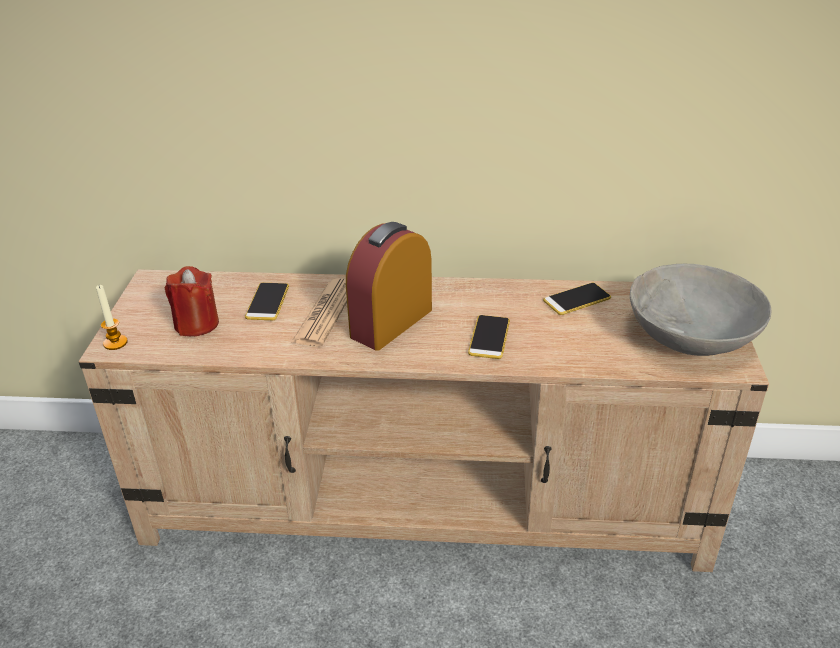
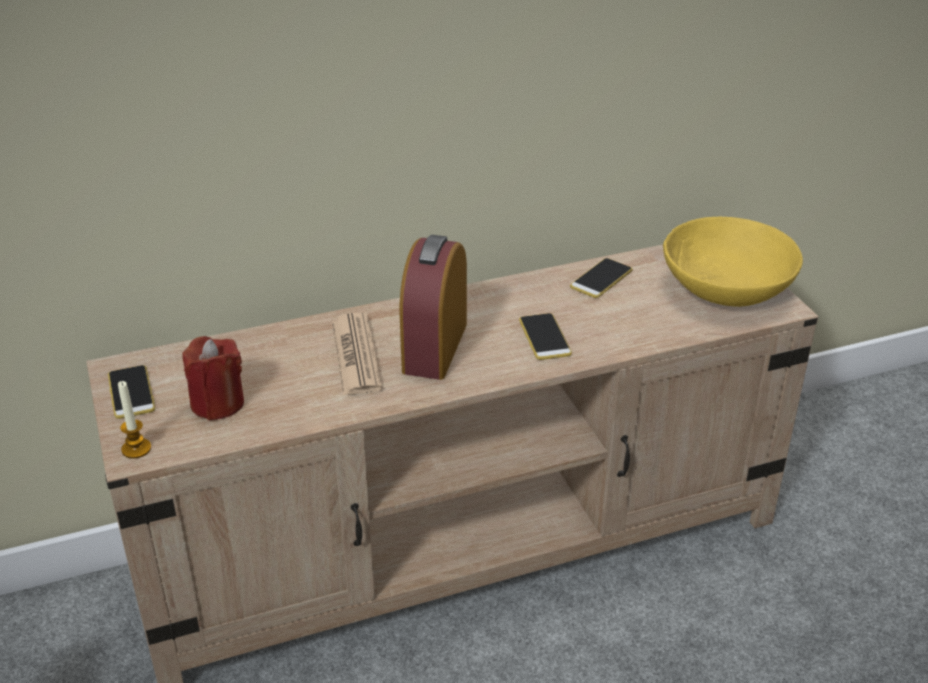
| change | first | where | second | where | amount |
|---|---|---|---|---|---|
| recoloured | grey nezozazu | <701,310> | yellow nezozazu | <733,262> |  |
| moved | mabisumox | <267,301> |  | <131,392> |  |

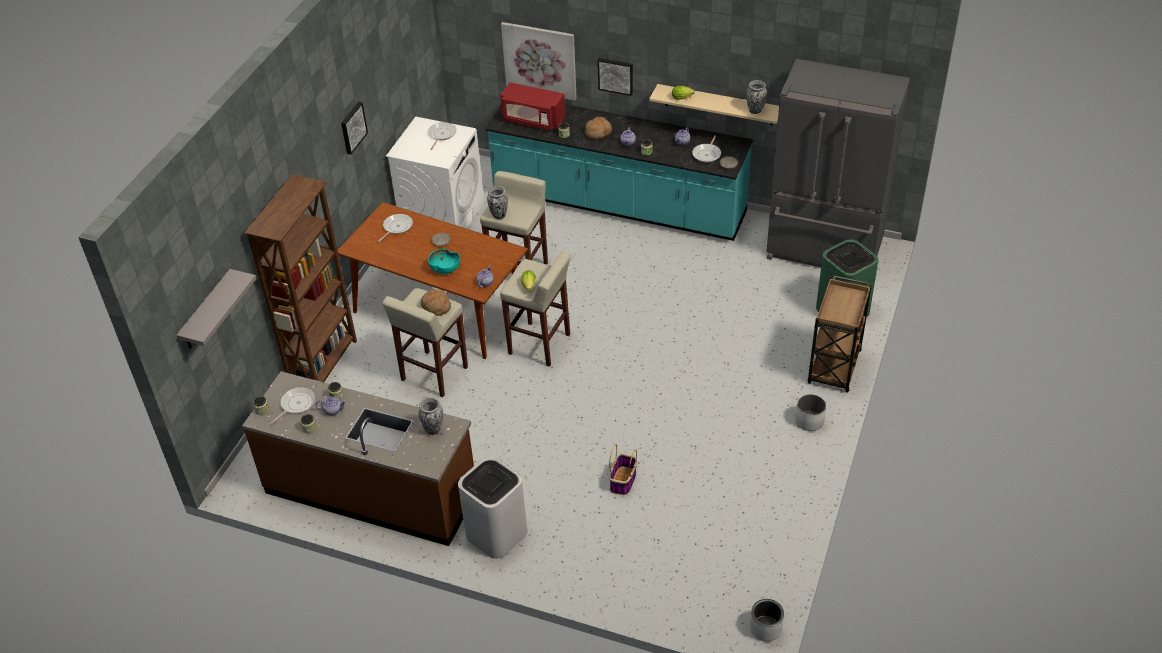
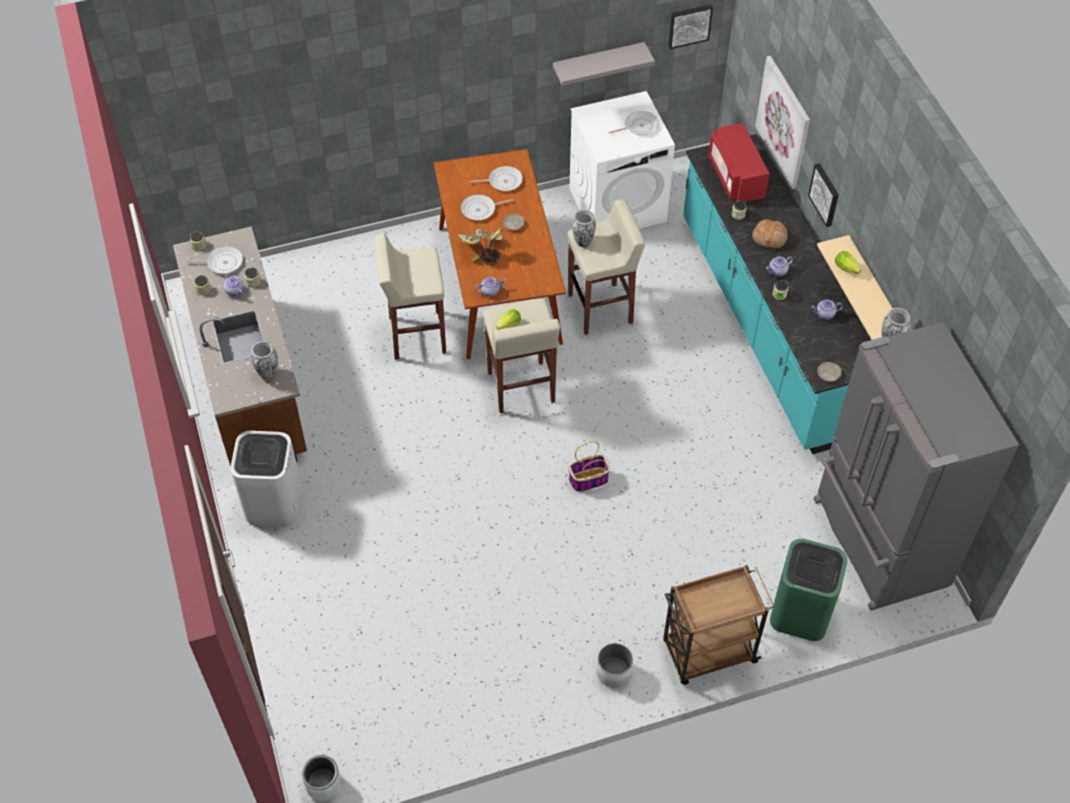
| change | first | where | second | where | amount |
|---|---|---|---|---|---|
| moved | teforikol | <354,128> |  | <690,26> |  |
| moved | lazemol | <706,149> |  | <487,208> |  |
| removed | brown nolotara | <300,278> |  |  |  |
| replaced | turquoise nezozazu | <444,261> | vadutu | <480,246> |  |
| moved | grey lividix | <216,309> |  | <604,64> |  |
| removed | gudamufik | <435,302> |  |  |  |
| moved | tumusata | <623,469> |  | <589,466> |  |

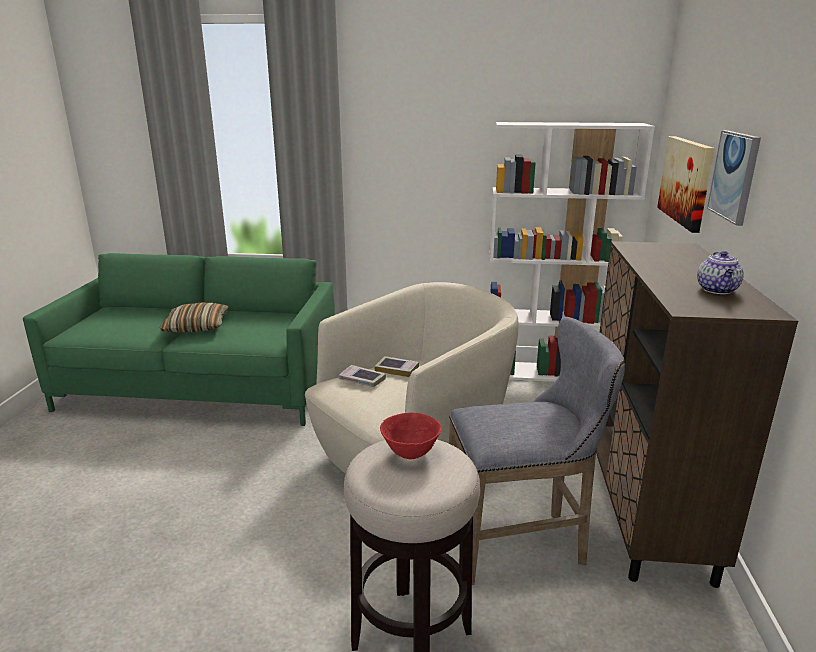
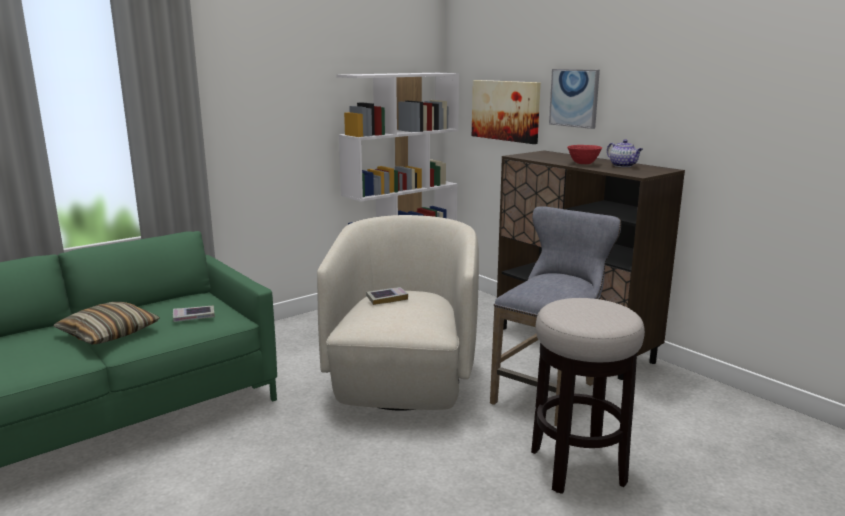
| change | first | where | second | where | amount |
|---|---|---|---|---|---|
| moved | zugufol | <362,376> |  | <194,314> |  |
| moved | red nezozazu | <411,435> |  | <584,154> |  |

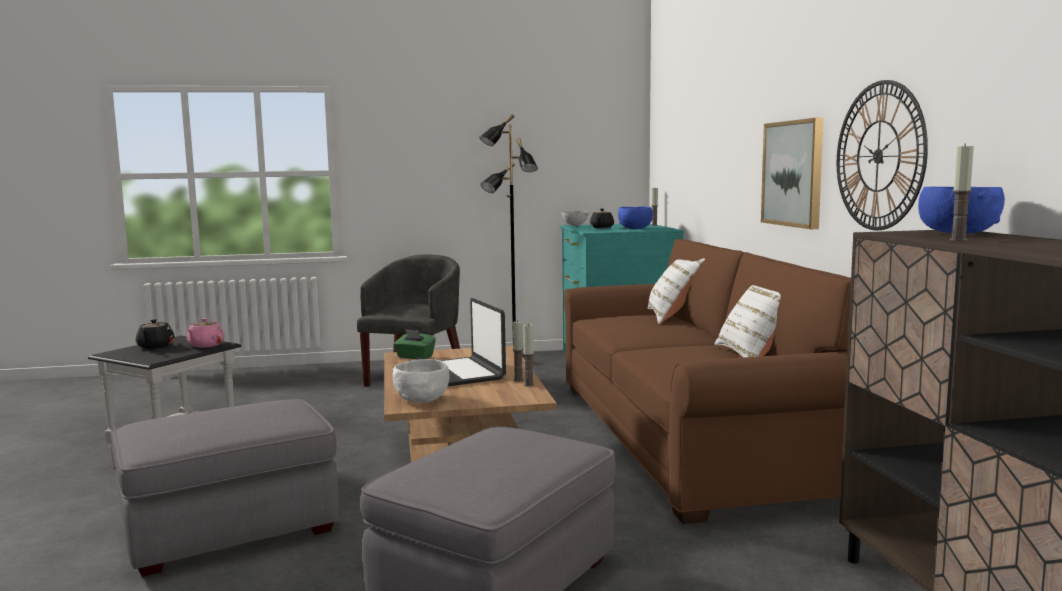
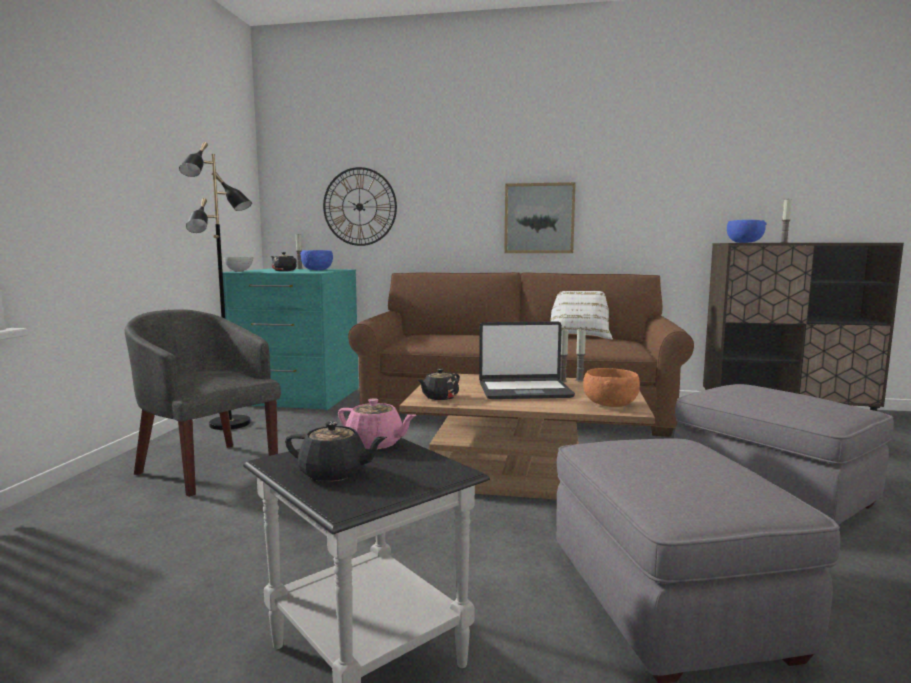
| change | first | where | second | where | amount |
|---|---|---|---|---|---|
| moved | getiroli | <882,155> |  | <360,206> |  |
| removed | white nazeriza | <676,291> |  |  |  |
| replaced | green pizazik | <415,344> | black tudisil | <439,384> |  |
| recoloured | white nezozazu | <421,381> | orange nezozazu | <611,387> |  |

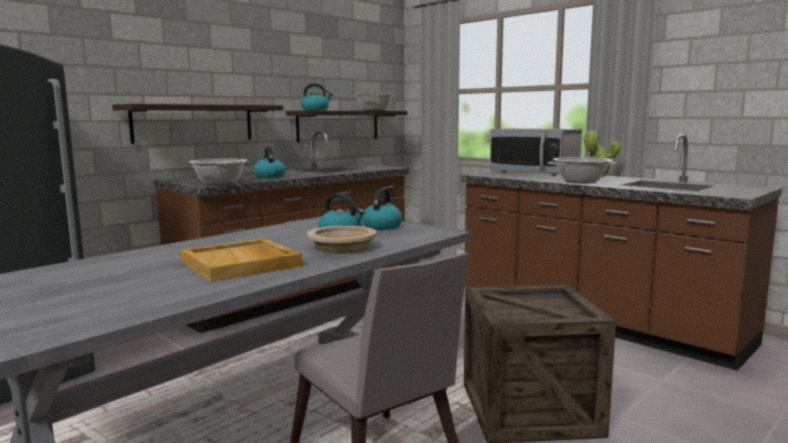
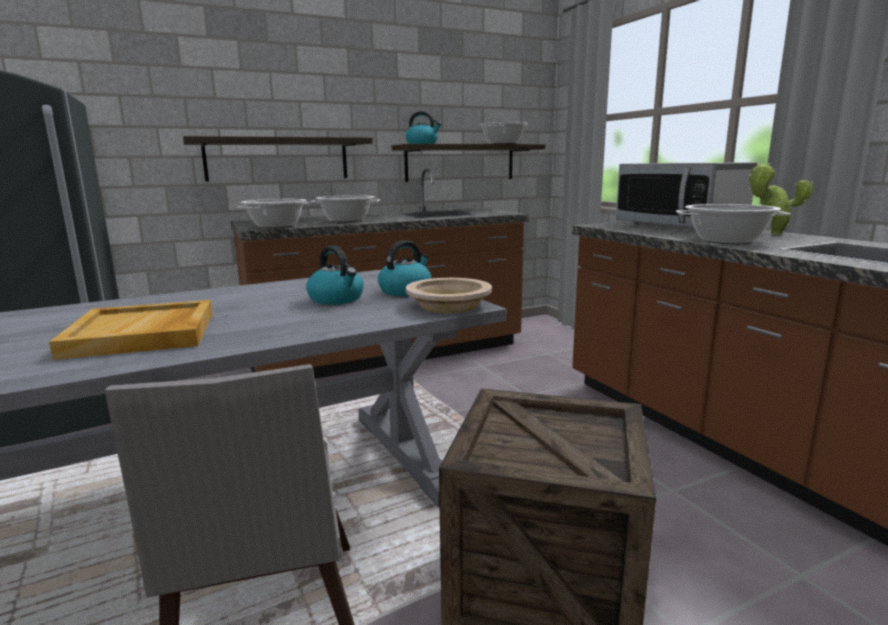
| change | first | where | second | where | amount |
|---|---|---|---|---|---|
| replaced | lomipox | <269,162> | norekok | <345,208> |  |
| moved | beige nezozazu | <342,239> |  | <449,295> |  |

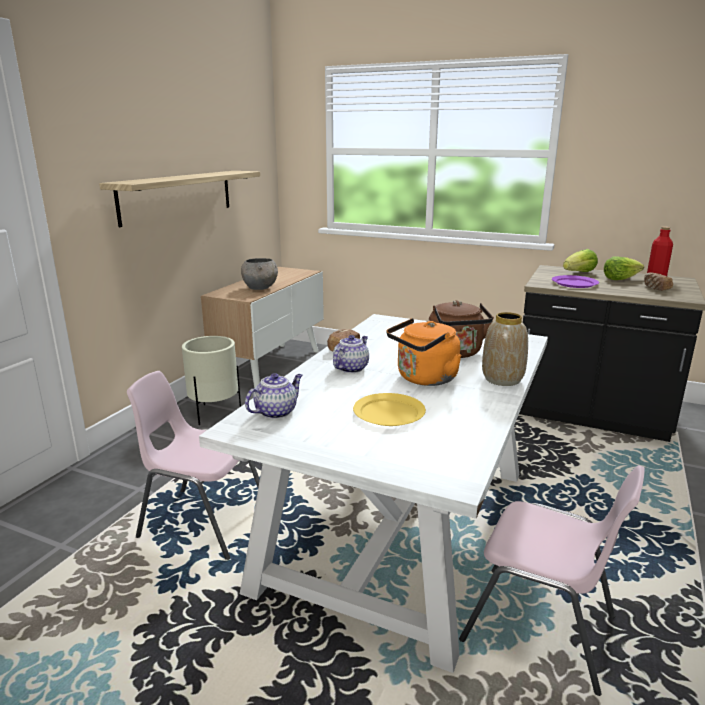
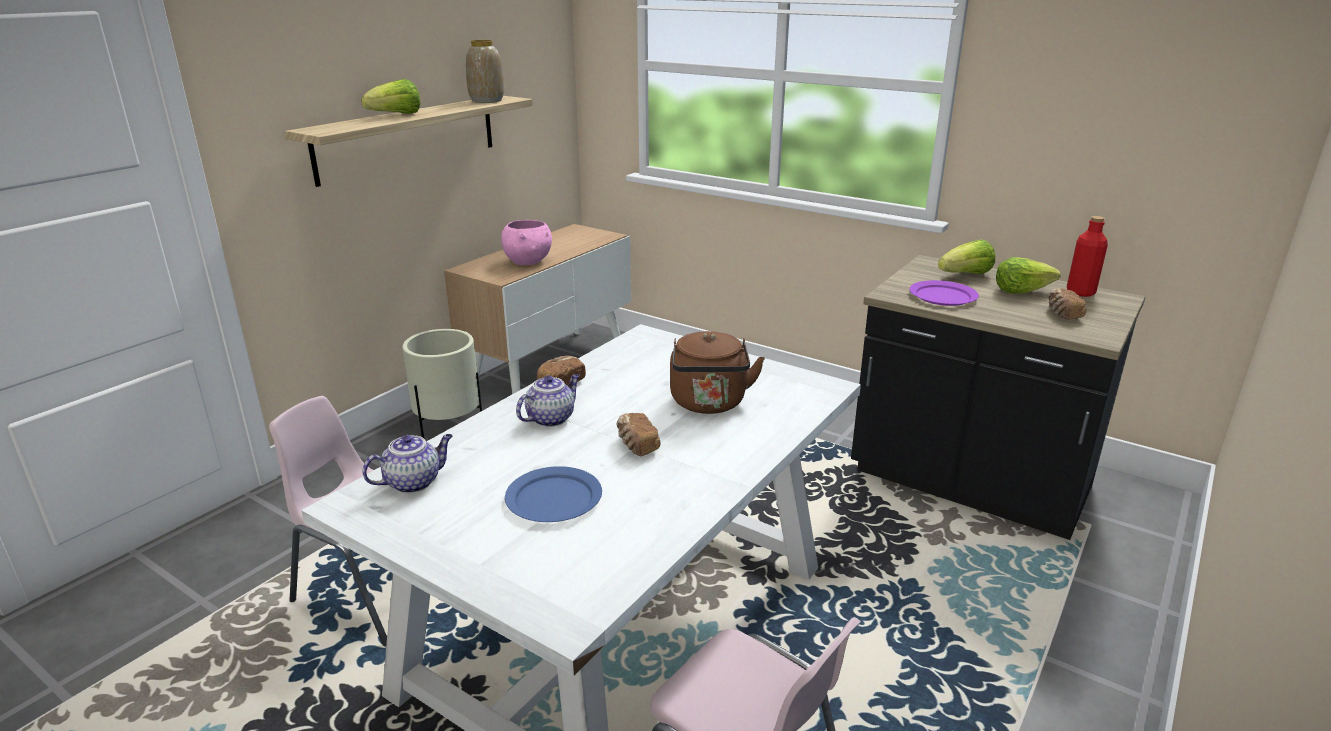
| change | first | where | second | where | amount |
|---|---|---|---|---|---|
| recoloured | grey nezozazu | <259,274> | pink nezozazu | <526,242> |  |
| moved | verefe | <505,349> |  | <485,71> |  |
| replaced | orange lomipox | <424,352> | gudamufik | <639,434> |  |
| recoloured | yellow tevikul | <389,409> | blue tevikul | <553,494> |  |
| added |  |  | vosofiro | <390,96> |  |

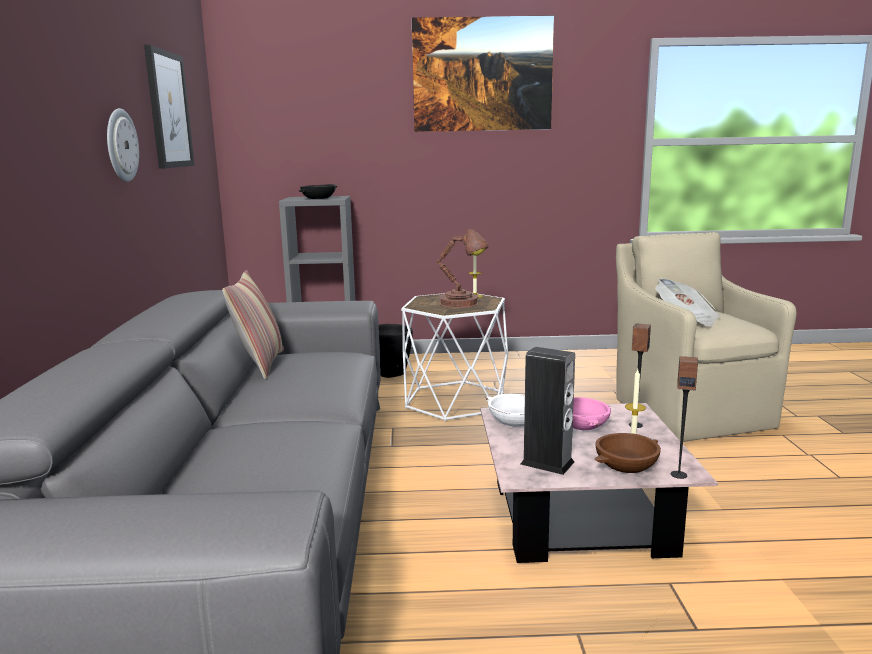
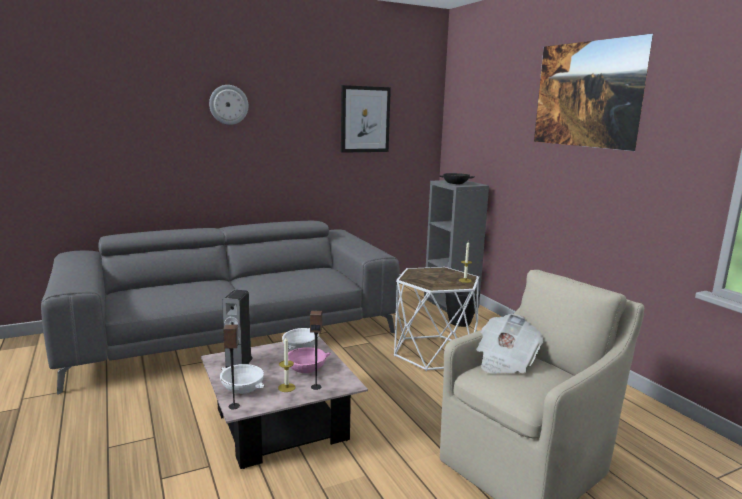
| change | first | where | second | where | amount |
|---|---|---|---|---|---|
| moved | getiroli | <123,145> |  | <228,105> |  |
| removed | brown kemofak | <462,268> |  |  |  |
| removed | nazeriza | <253,325> |  |  |  |
| recoloured | brown nezozazu | <627,453> | white nezozazu | <242,379> |  |

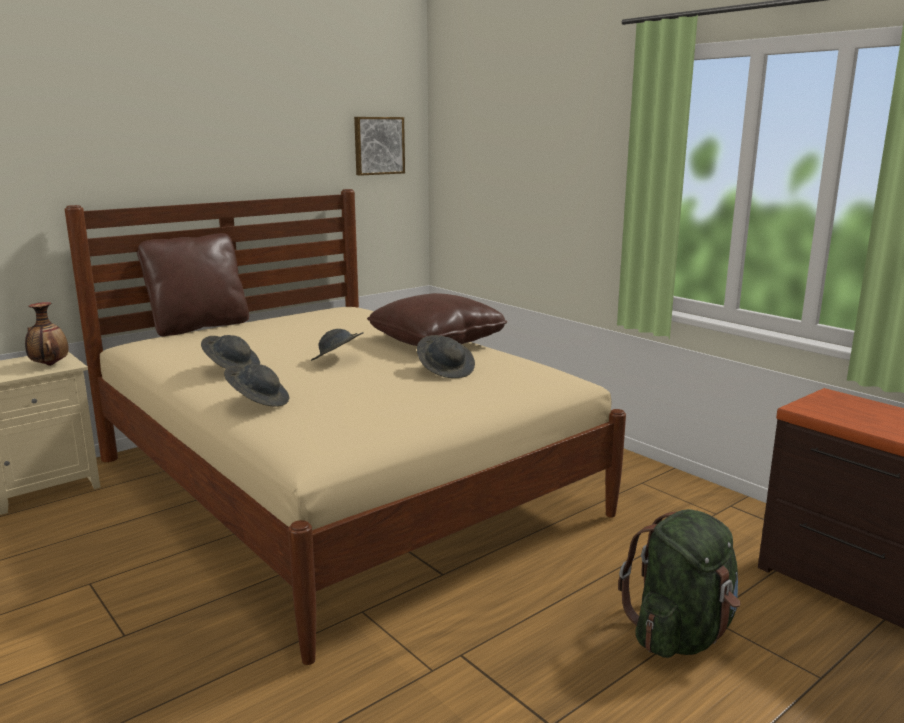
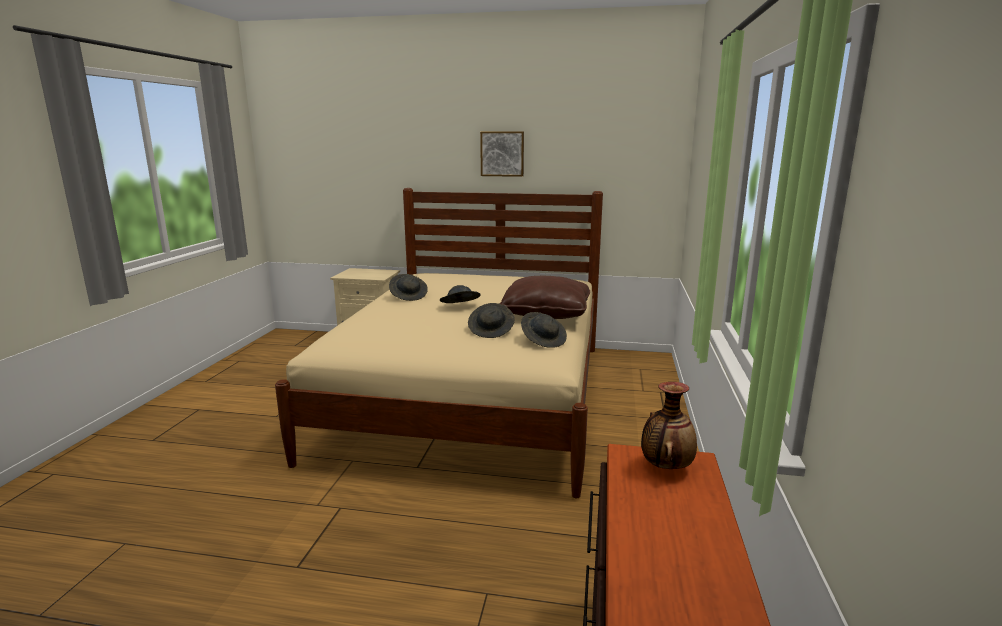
| change | first | where | second | where | amount |
|---|---|---|---|---|---|
| moved | teforikol | <379,146> |  | <502,154> |  |
| removed | brown nazeriza | <193,285> |  |  |  |
| moved | verefe | <47,334> |  | <669,425> |  |
| moved | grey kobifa | <257,385> |  | <544,330> |  |
| removed | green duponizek | <679,583> |  |  |  |

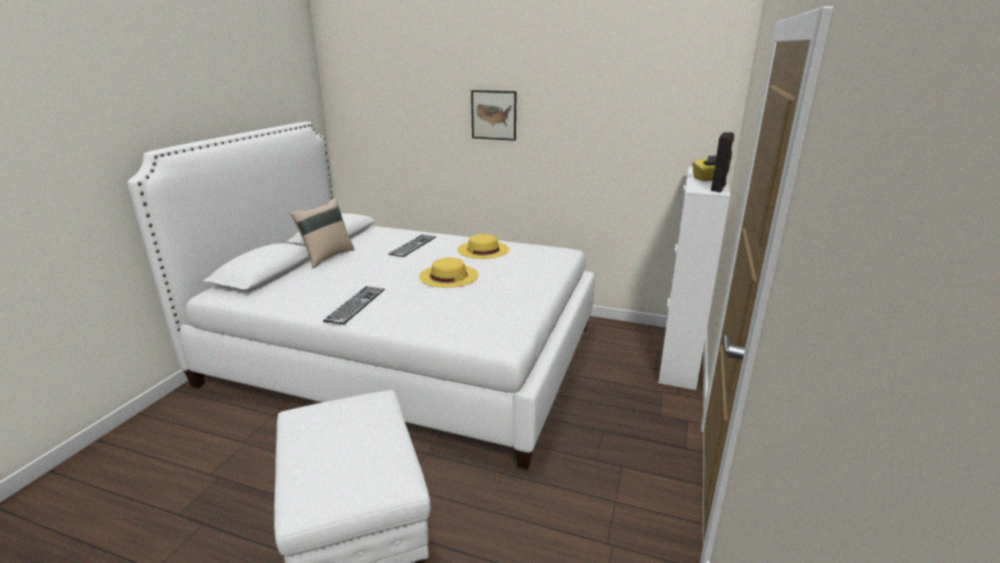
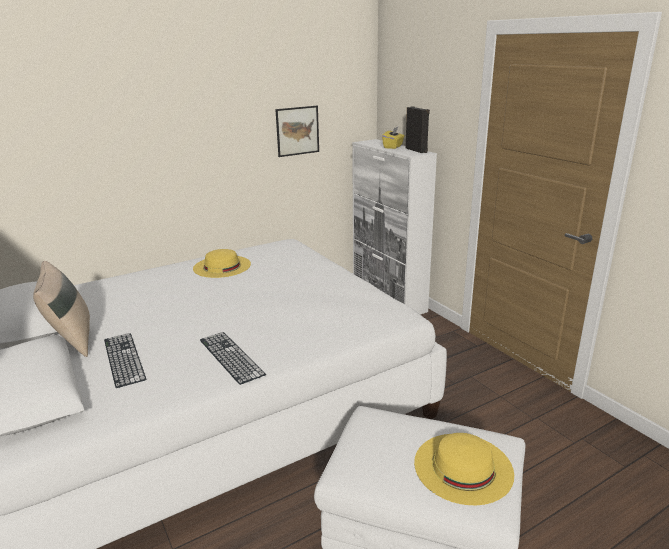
| change | first | where | second | where | amount |
|---|---|---|---|---|---|
| moved | teforikol | <493,115> |  | <297,131> |  |
| moved | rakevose | <412,245> |  | <125,360> |  |
| moved | yellow kobifa | <448,273> |  | <464,469> |  |

